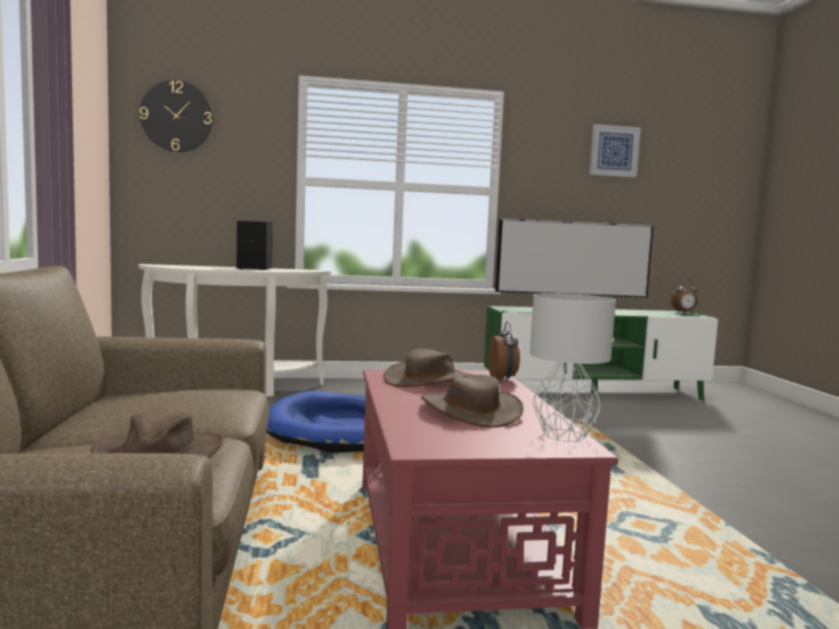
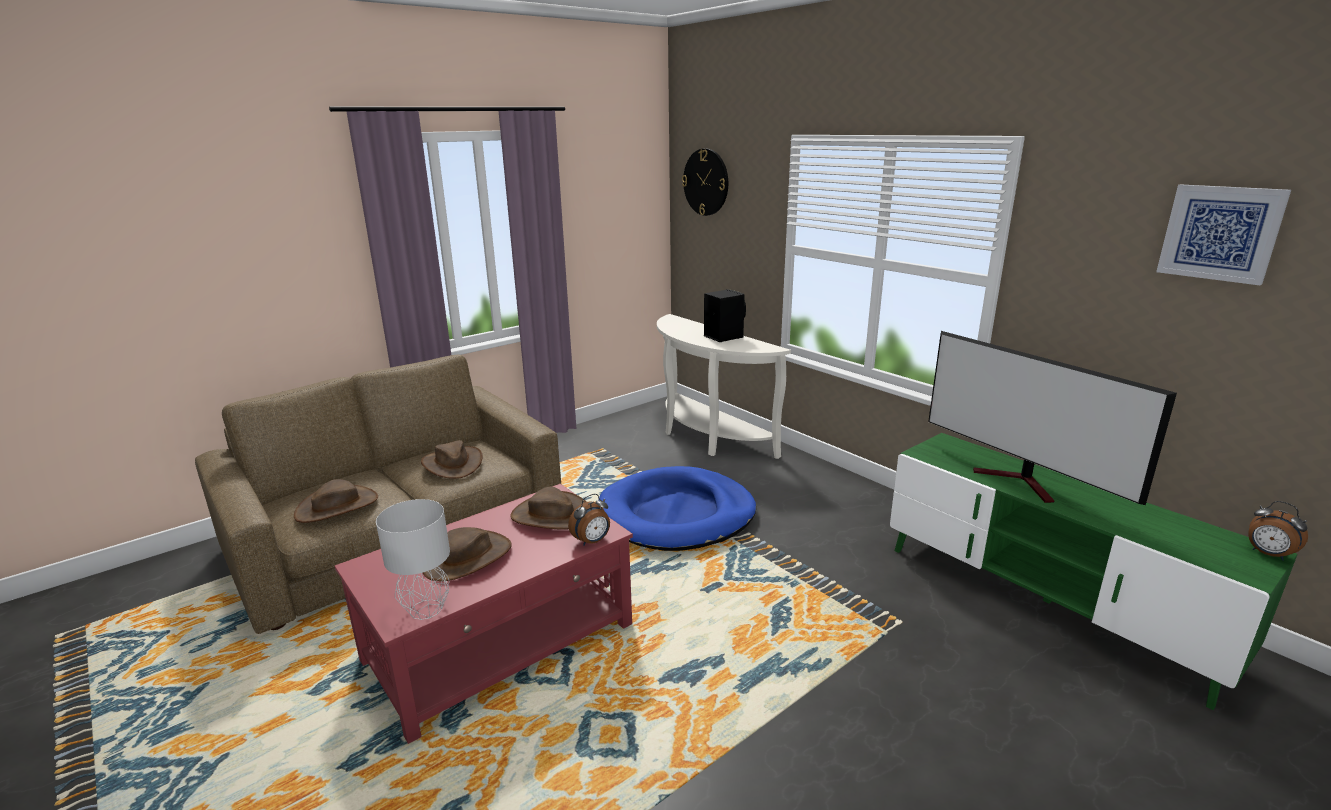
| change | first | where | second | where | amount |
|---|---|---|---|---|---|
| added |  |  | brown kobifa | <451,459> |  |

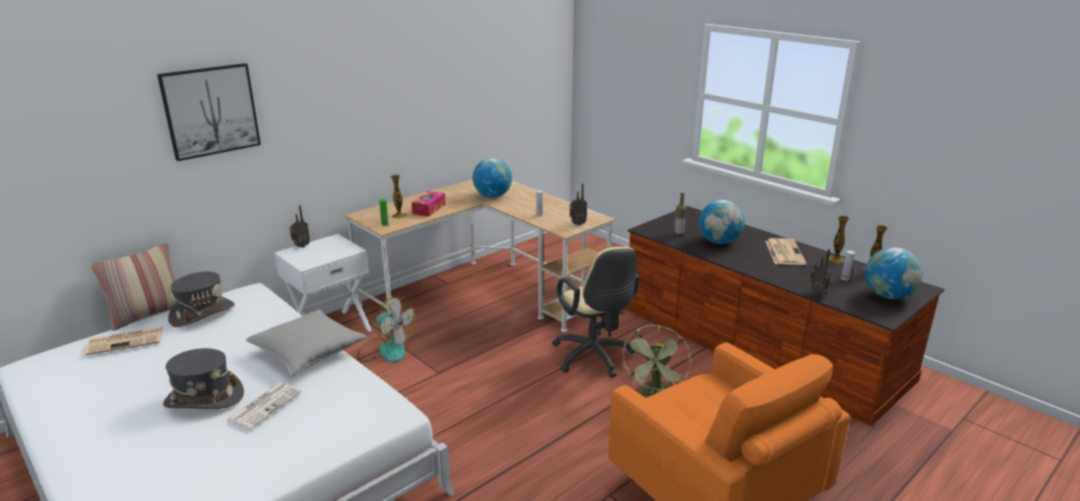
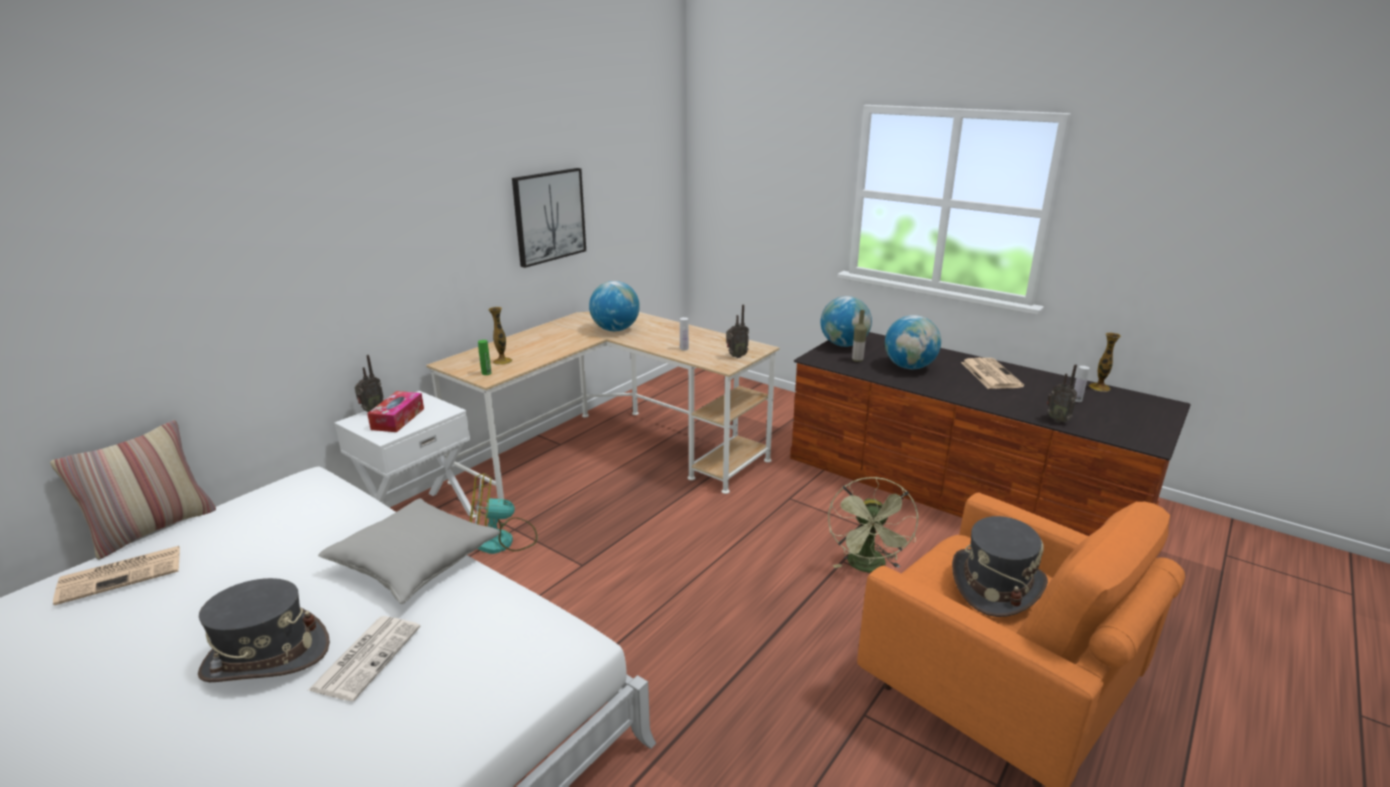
| change | first | where | second | where | amount |
|---|---|---|---|---|---|
| moved | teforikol | <209,112> |  | <549,218> |  |
| moved | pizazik | <428,204> |  | <395,411> |  |
| removed | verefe | <839,239> |  |  |  |
| removed | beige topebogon | <596,312> |  |  |  |
| moved | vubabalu | <894,273> |  | <846,321> |  |
| moved | grey kobifa | <201,299> |  | <1000,566> |  |
| turned | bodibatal | <386,329> |  | <504,513> | 150 degrees clockwise |

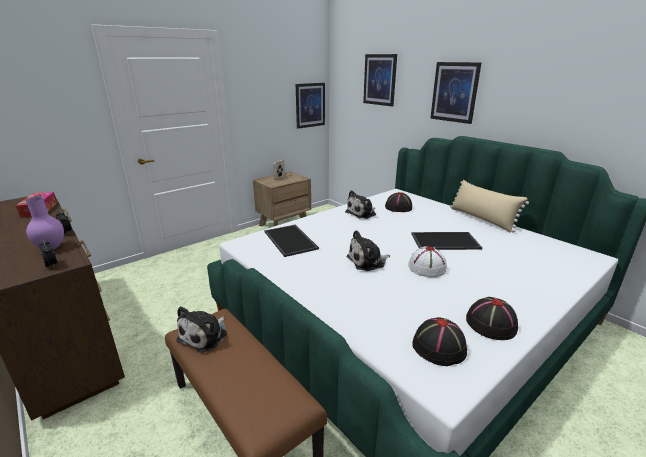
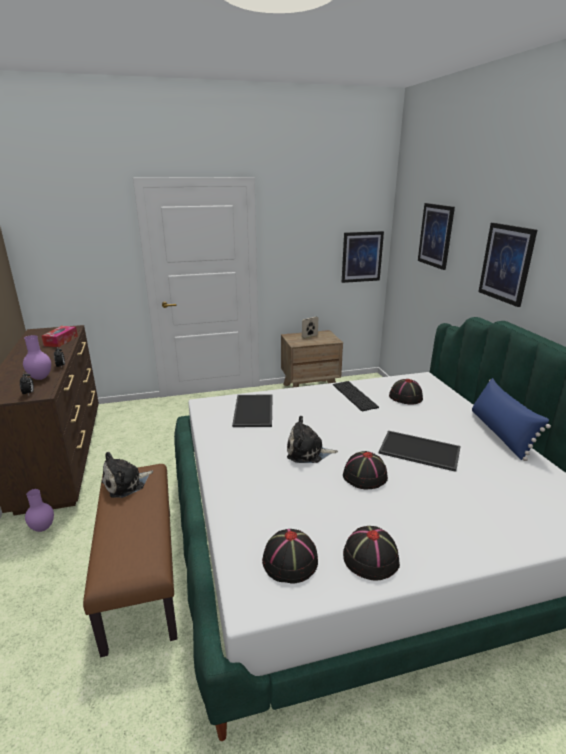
| change | first | where | second | where | amount |
|---|---|---|---|---|---|
| recoloured | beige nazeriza | <489,206> | blue nazeriza | <511,419> |  |
| replaced | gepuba | <360,204> | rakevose | <356,396> |  |
| recoloured | white kobifa | <427,262> | black kobifa | <365,470> |  |
| added |  |  | purple verefe | <39,510> |  |

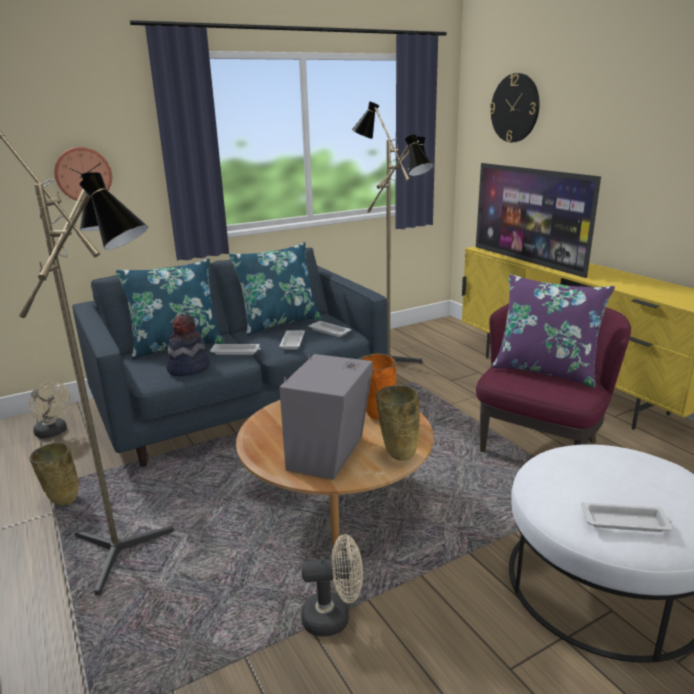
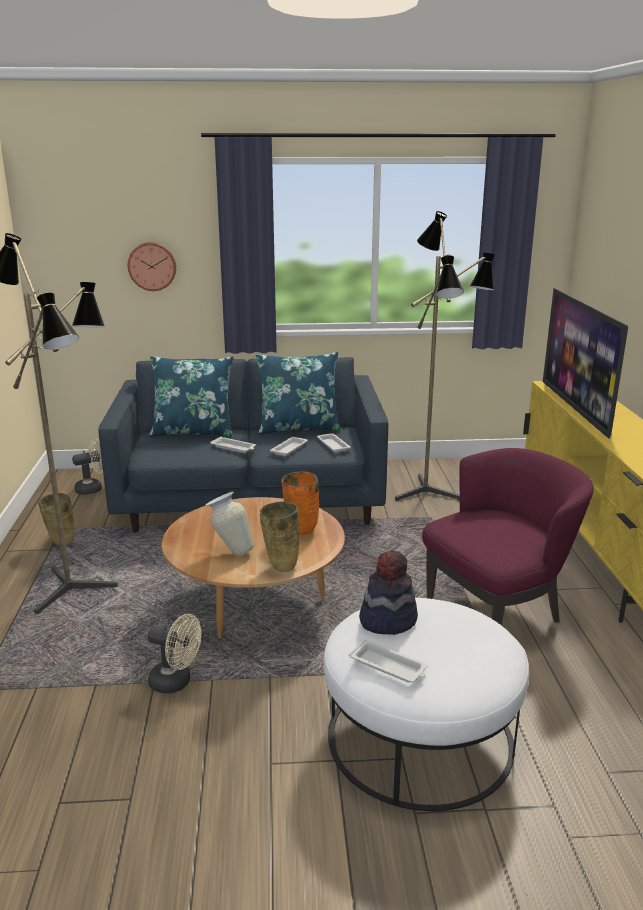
| change | first | where | second | where | amount |
|---|---|---|---|---|---|
| removed | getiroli | <514,107> |  |  |  |
| removed | purple nazeriza | <553,331> |  |  |  |
| moved | kobifa | <188,345> |  | <388,592> |  |
| replaced | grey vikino | <326,417> | verefe | <230,524> |  |
| turned | beige bodibatal | <50,409> |  | <87,467> | 90 degrees counterclockwise |

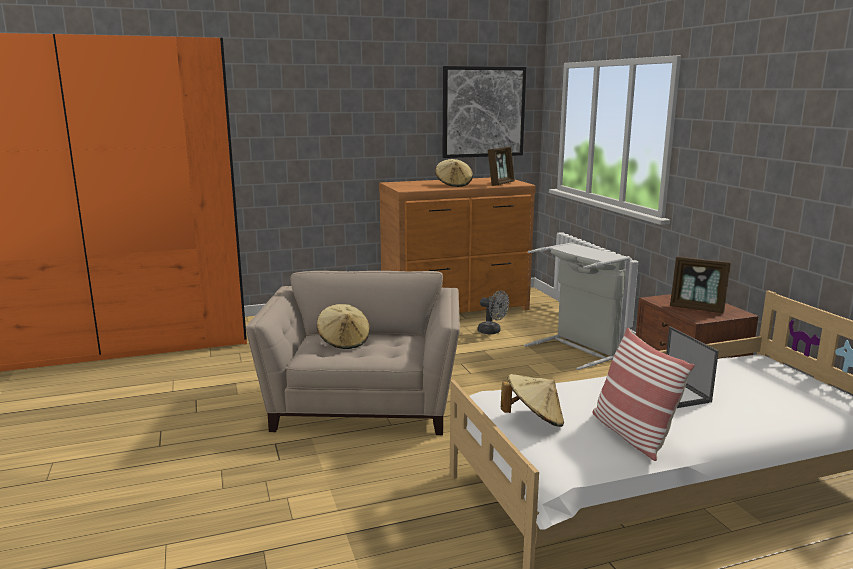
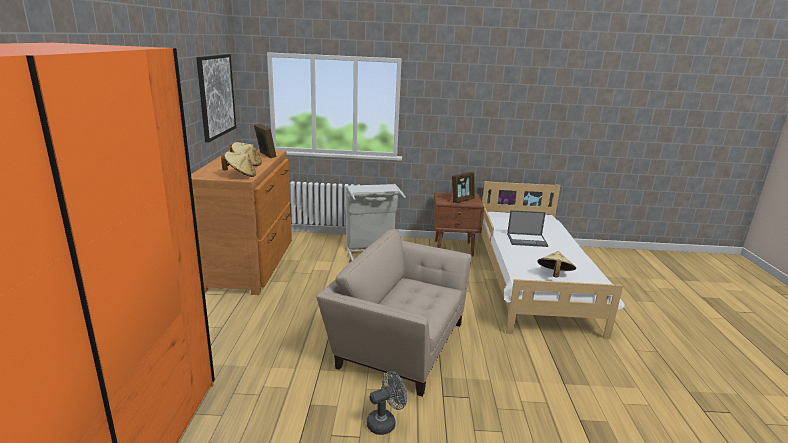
| change | first | where | second | where | amount |
|---|---|---|---|---|---|
| moved | grey bodibatal | <493,312> |  | <387,403> |  |
| moved | beige kobifa | <343,326> |  | <238,164> |  |
| removed | nazeriza | <643,394> |  |  |  |

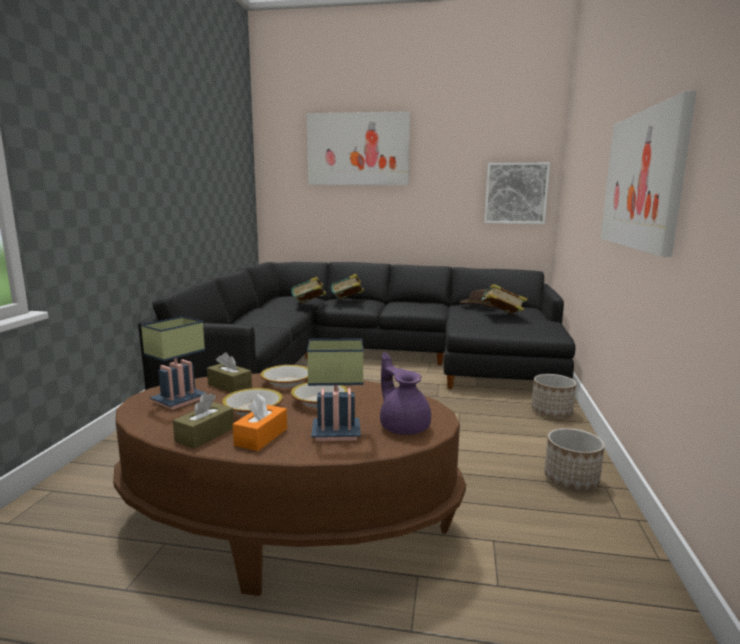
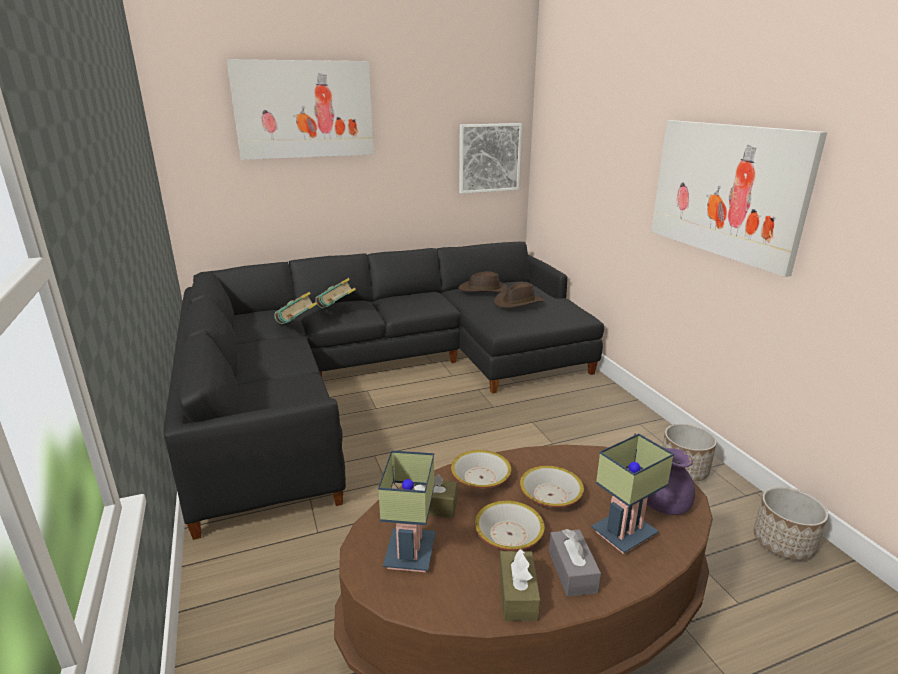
| change | first | where | second | where | amount |
|---|---|---|---|---|---|
| replaced | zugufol | <503,299> | brown kobifa | <519,295> |  |
| moved | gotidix | <554,395> |  | <791,523> |  |
| recoloured | orange pizazik | <260,422> | grey pizazik | <575,563> |  |

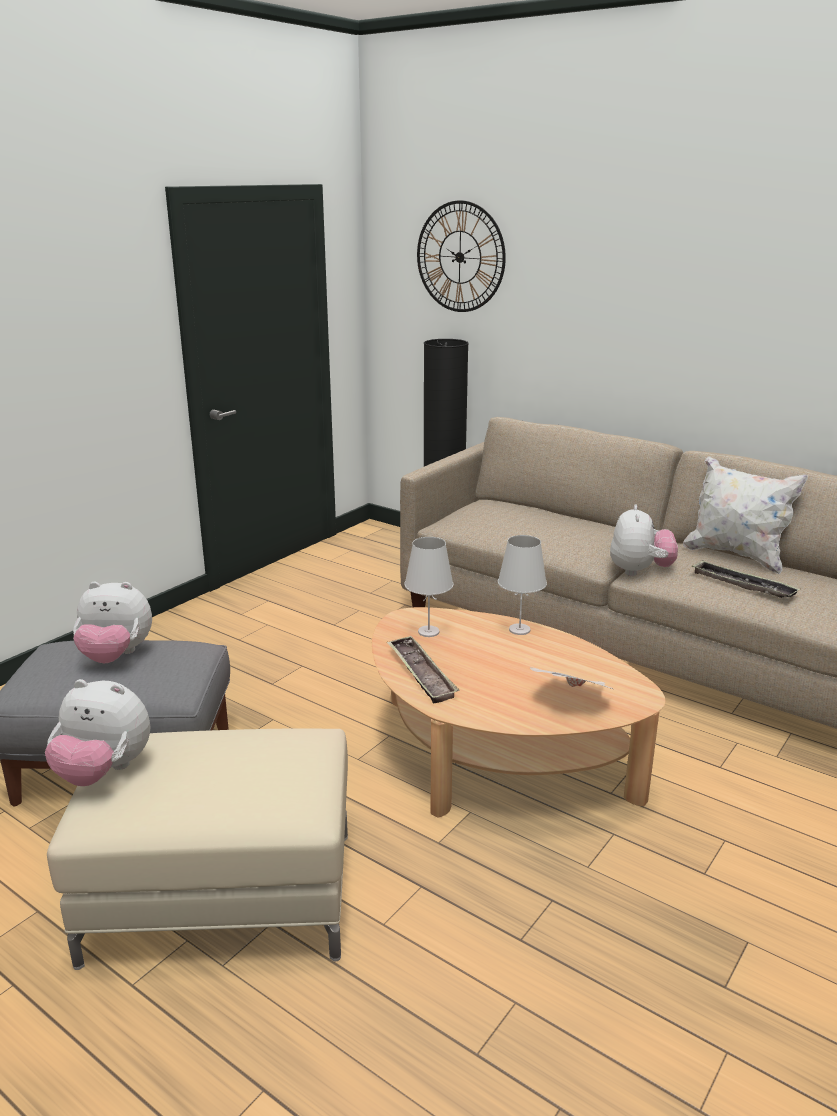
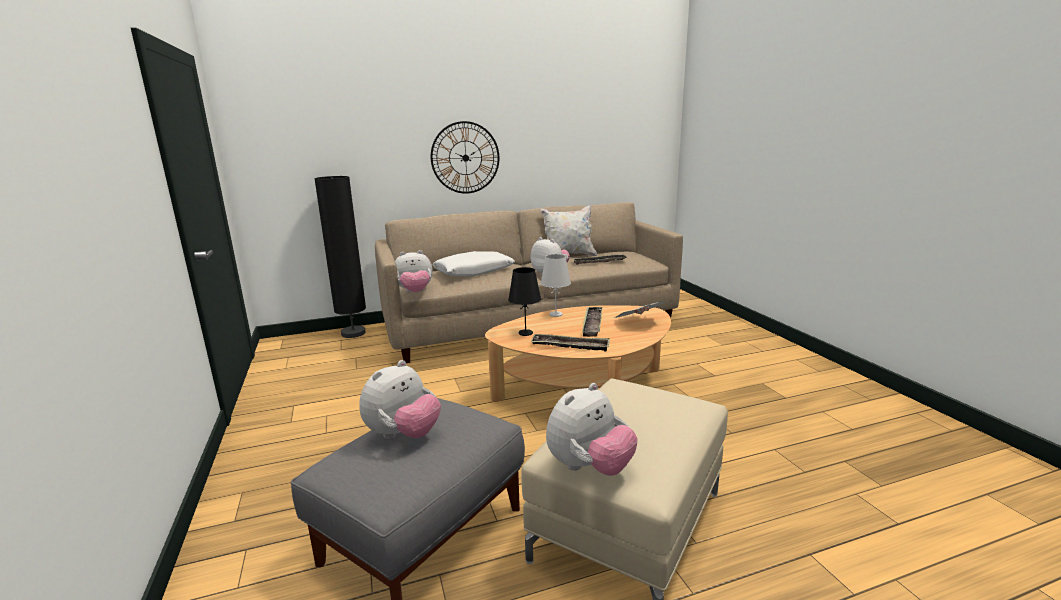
| change | first | where | second | where | amount |
|---|---|---|---|---|---|
| moved | getiroli | <461,256> |  | <465,157> |  |
| recoloured | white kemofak | <429,587> | black kemofak | <524,301> |  |
| added |  |  | gepuba | <413,271> |  |
| added |  |  | white nazeriza | <473,264> |  |
| added |  |  | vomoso | <592,322> |  |

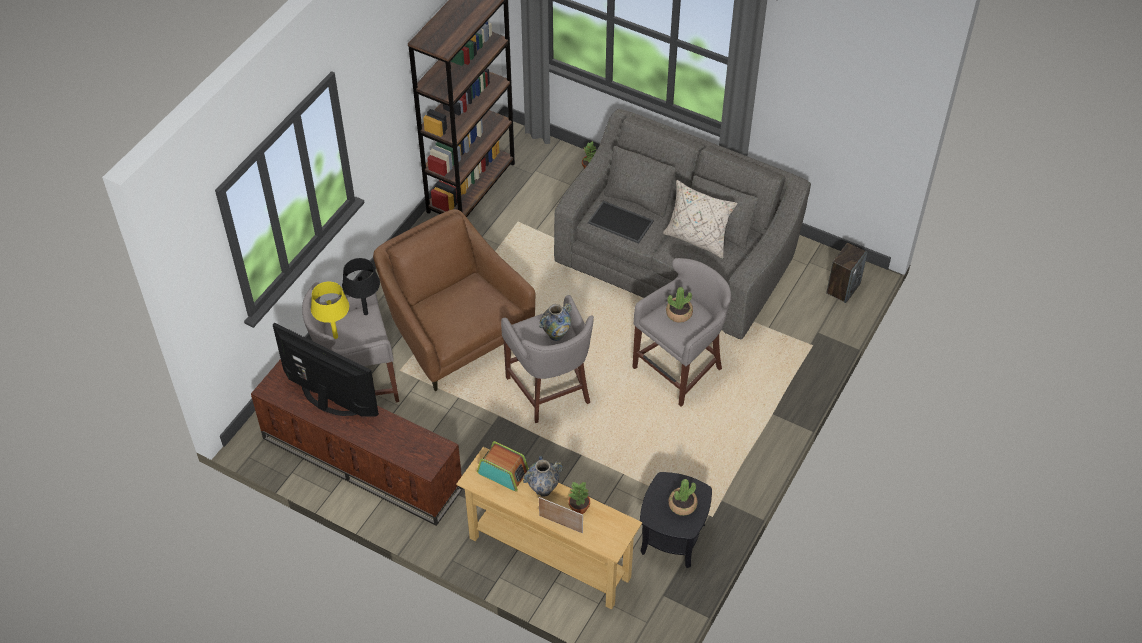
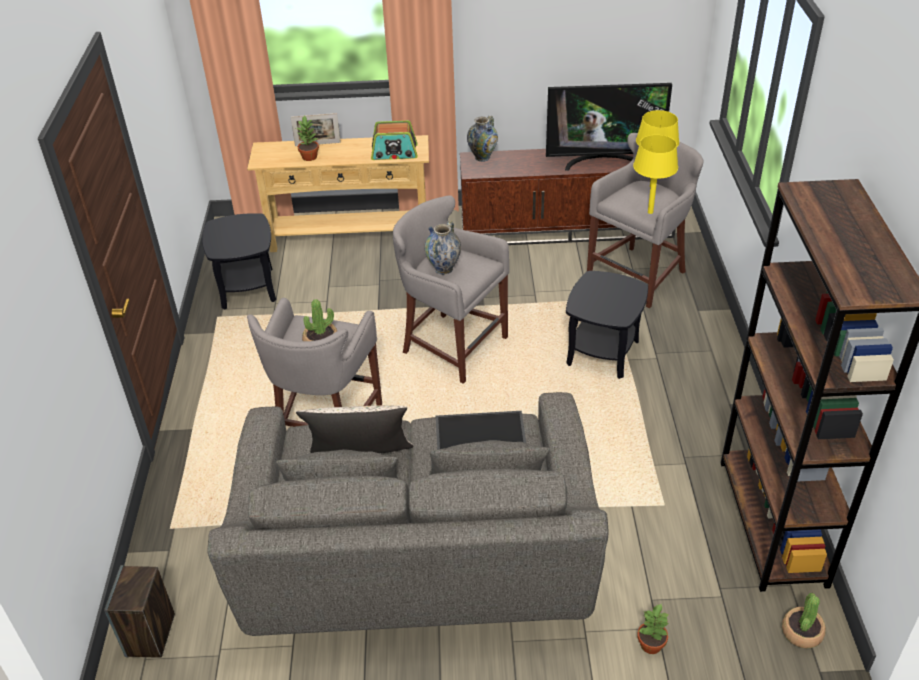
| change | first | where | second | where | amount |
|---|---|---|---|---|---|
| replaced | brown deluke | <454,300> | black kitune | <607,325> |  |
| recoloured | black kemofak | <361,286> | yellow kemofak | <655,174> |  |
| moved | verefe | <543,476> |  | <482,139> |  |
| moved | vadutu | <683,497> |  | <804,620> |  |

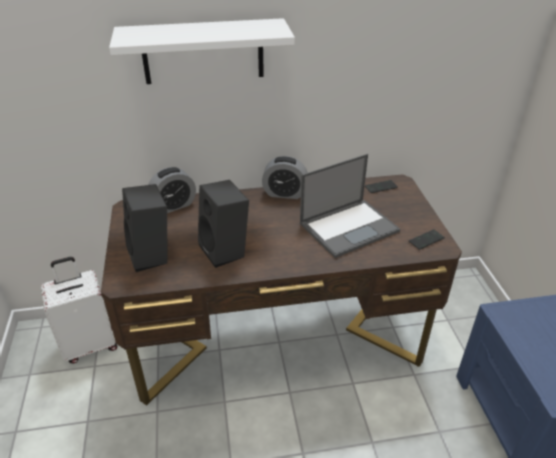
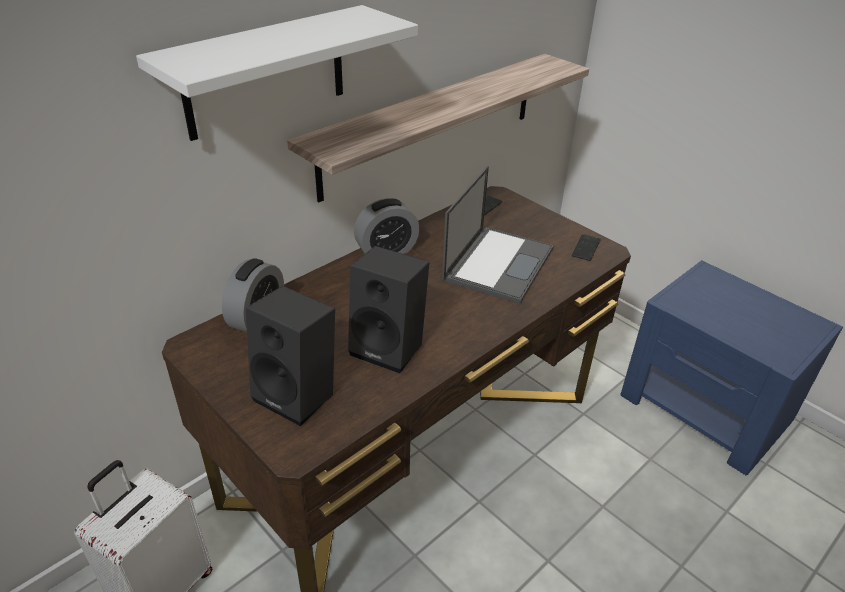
| change | first | where | second | where | amount |
|---|---|---|---|---|---|
| added |  |  | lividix | <438,128> |  |

